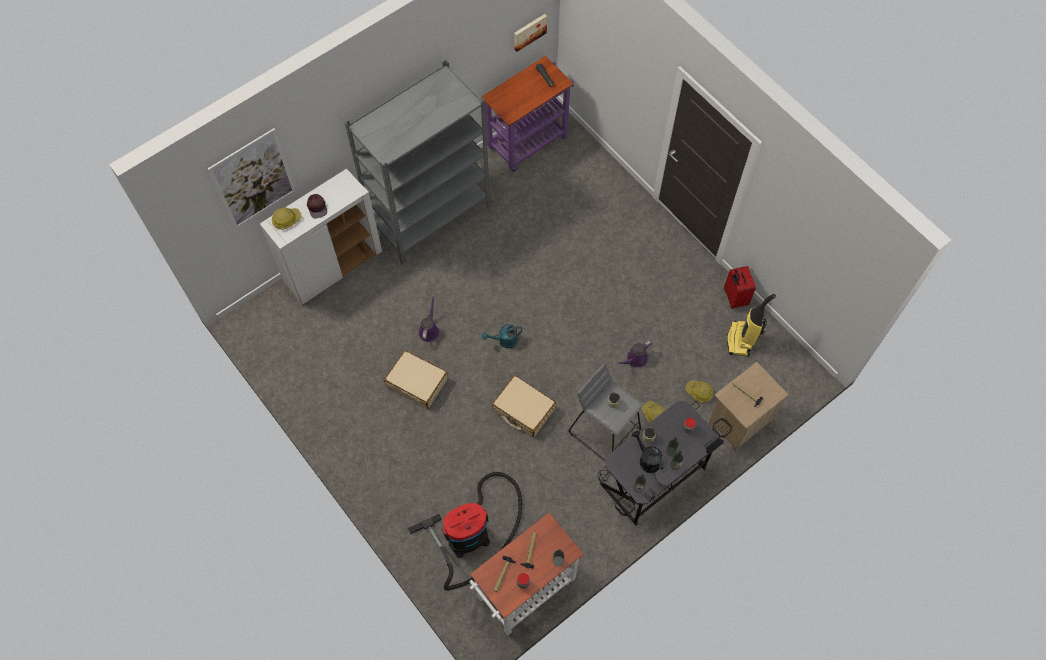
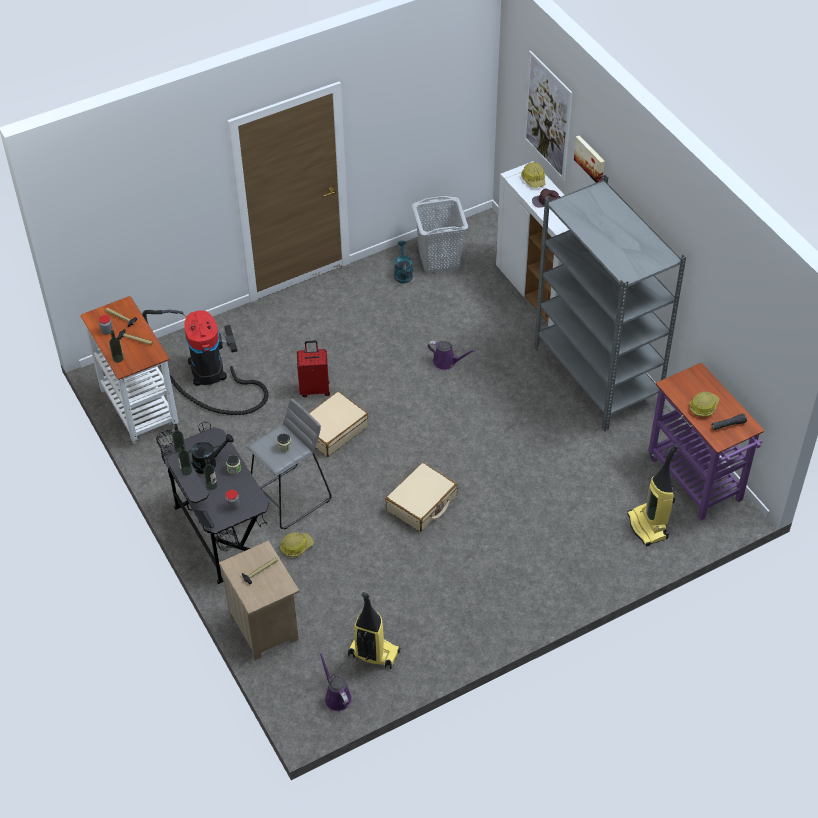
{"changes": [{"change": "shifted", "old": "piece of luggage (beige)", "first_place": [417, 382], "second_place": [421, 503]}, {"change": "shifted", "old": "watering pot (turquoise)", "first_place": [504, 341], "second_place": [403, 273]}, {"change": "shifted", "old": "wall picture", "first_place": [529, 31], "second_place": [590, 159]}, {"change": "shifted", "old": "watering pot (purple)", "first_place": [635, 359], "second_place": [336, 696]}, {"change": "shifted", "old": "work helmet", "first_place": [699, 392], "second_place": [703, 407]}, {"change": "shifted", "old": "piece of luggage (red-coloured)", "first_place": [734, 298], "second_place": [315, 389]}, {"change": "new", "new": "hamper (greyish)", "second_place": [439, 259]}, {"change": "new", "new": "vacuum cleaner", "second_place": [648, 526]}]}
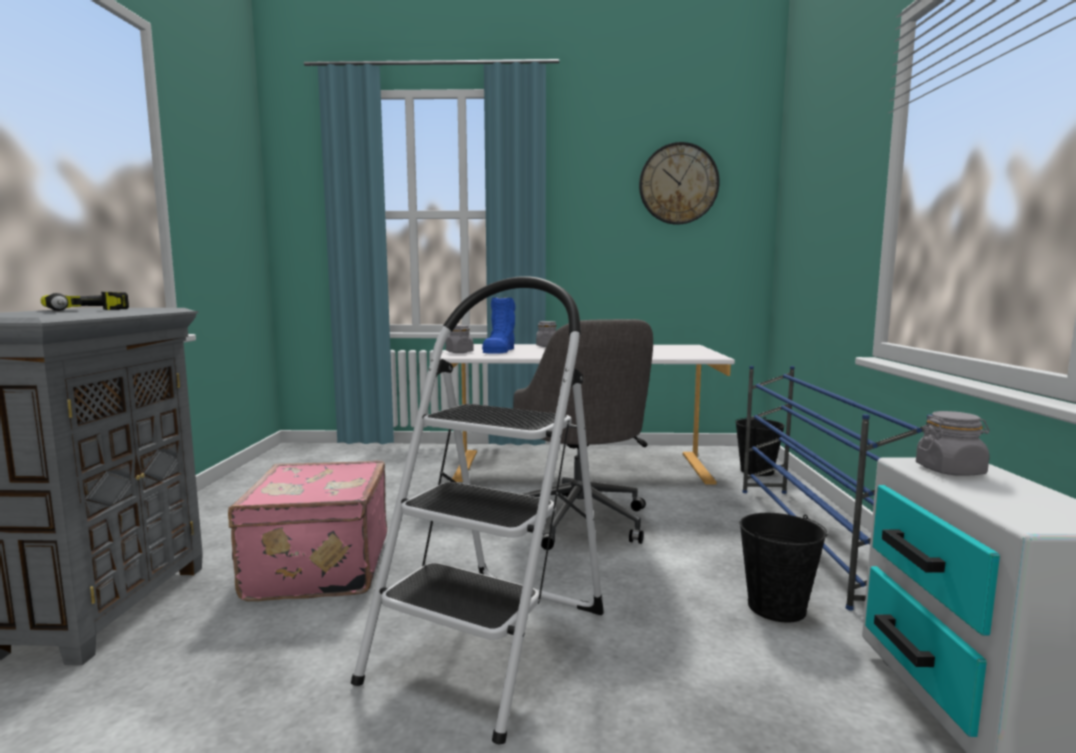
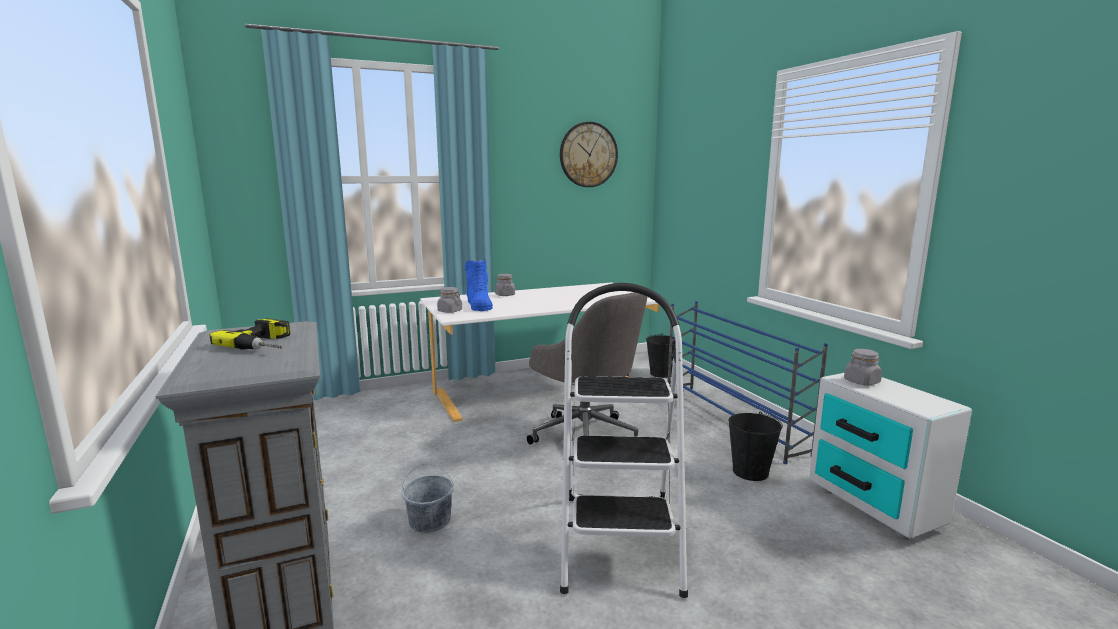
{"changes": [{"change": "swapped", "old": "piece of luggage (pinkish)", "new": "bucket (greyish)", "first_place": [316, 568], "second_place": [430, 521]}]}
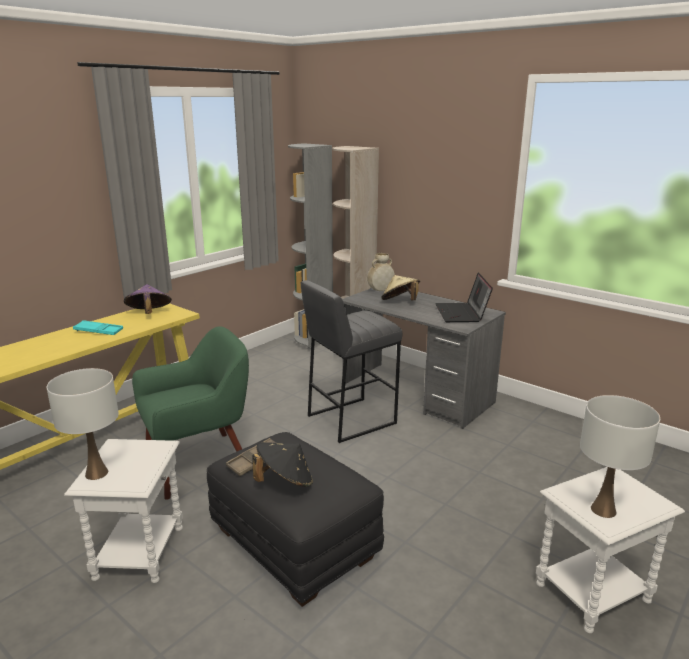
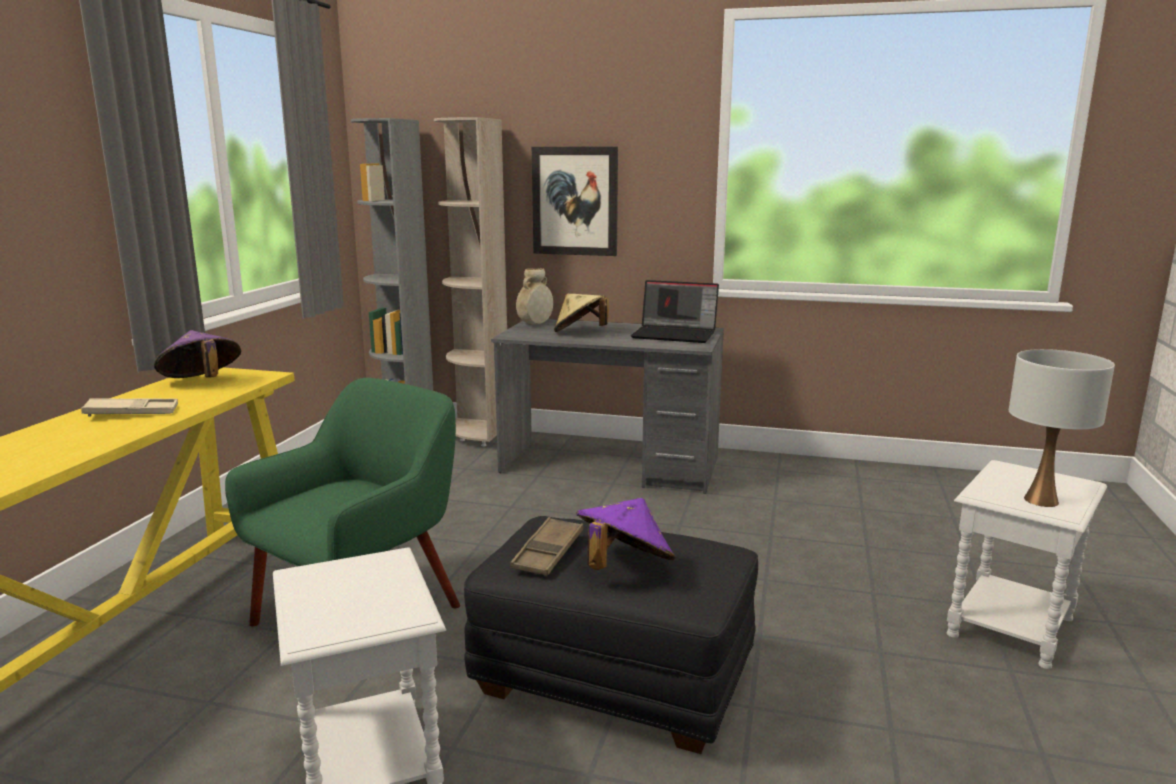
{"changes": [{"change": "gone", "old": "lamp for a table (white)", "first_place": [96, 473]}, {"change": "repainted", "old": "tray (turquoise)", "new": "tray (beige)", "first_place": [98, 331], "second_place": [132, 413]}, {"change": "repainted", "old": "clothing hat (blackish)", "new": "clothing hat (purple)", "first_place": [285, 482], "second_place": [624, 566]}, {"change": "gone", "old": "stool seat (greyish)", "first_place": [350, 420]}, {"change": "rotated", "old": "notebook computer", "first_place": [462, 313], "second_place": [675, 335], "degrees": -45}, {"change": "new", "new": "wall picture", "second_place": [575, 201]}]}
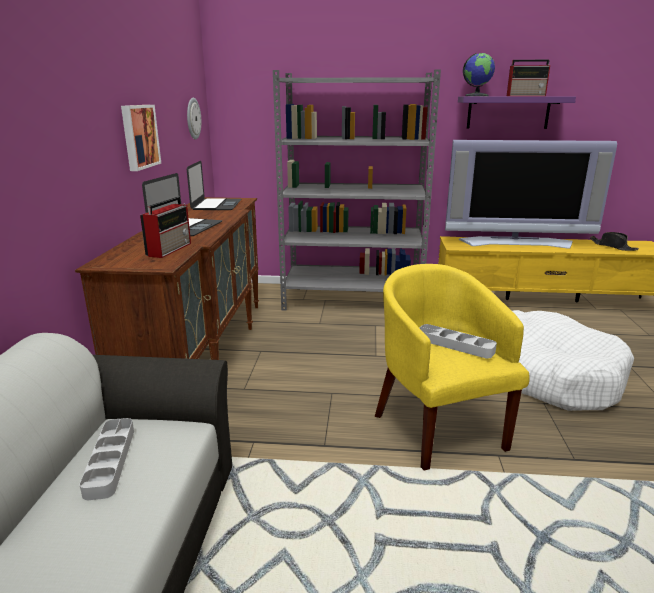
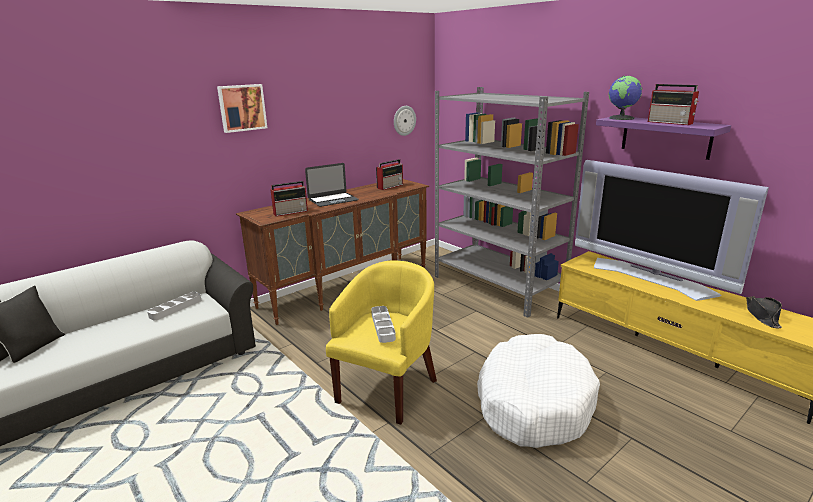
{"changes": [{"change": "shifted", "old": "wall picture", "first_place": [139, 136], "second_place": [242, 108]}, {"change": "swapped", "old": "notebook computer", "new": "radio receiver", "first_place": [216, 205], "second_place": [390, 186]}]}
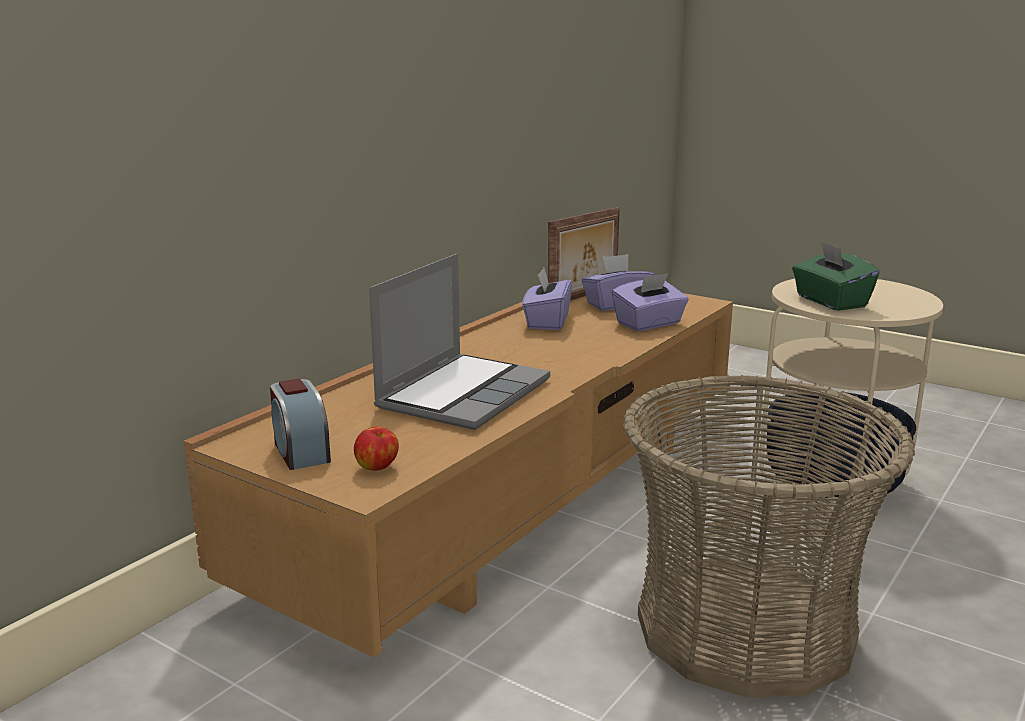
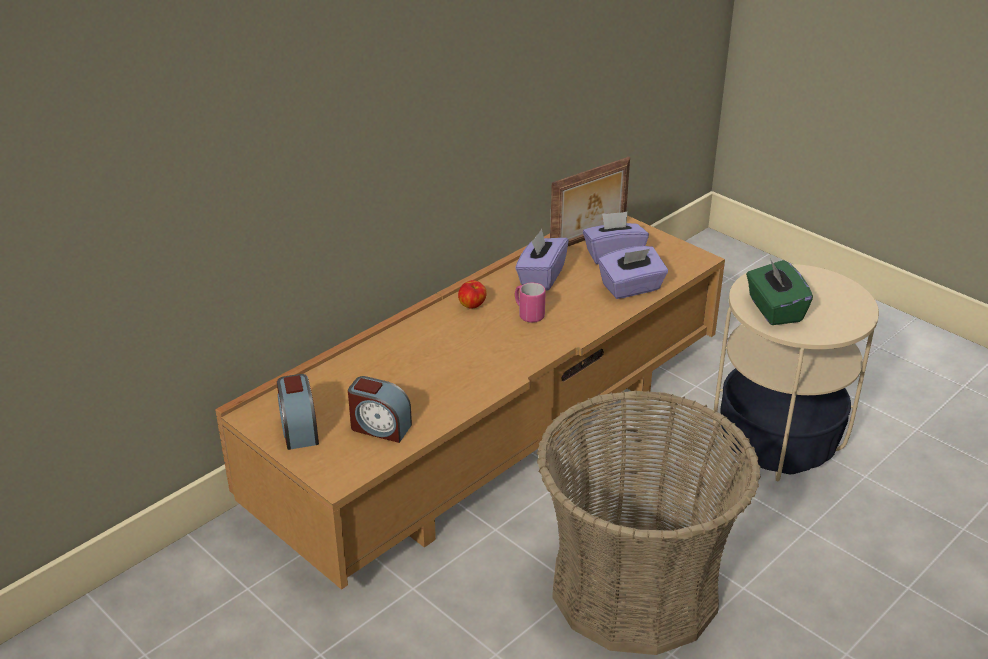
{"changes": [{"change": "shifted", "old": "apple fruit", "first_place": [377, 467], "second_place": [472, 305]}, {"change": "gone", "old": "notebook computer", "first_place": [463, 393]}, {"change": "new", "new": "table clock", "second_place": [380, 427]}, {"change": "new", "new": "mug (pinkish)", "second_place": [528, 314]}]}
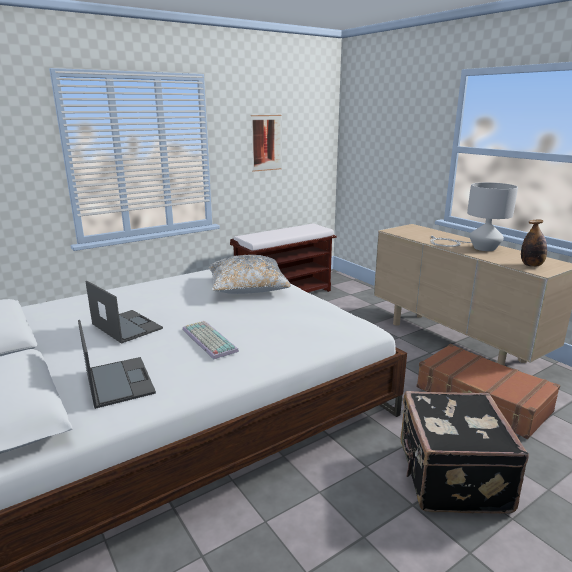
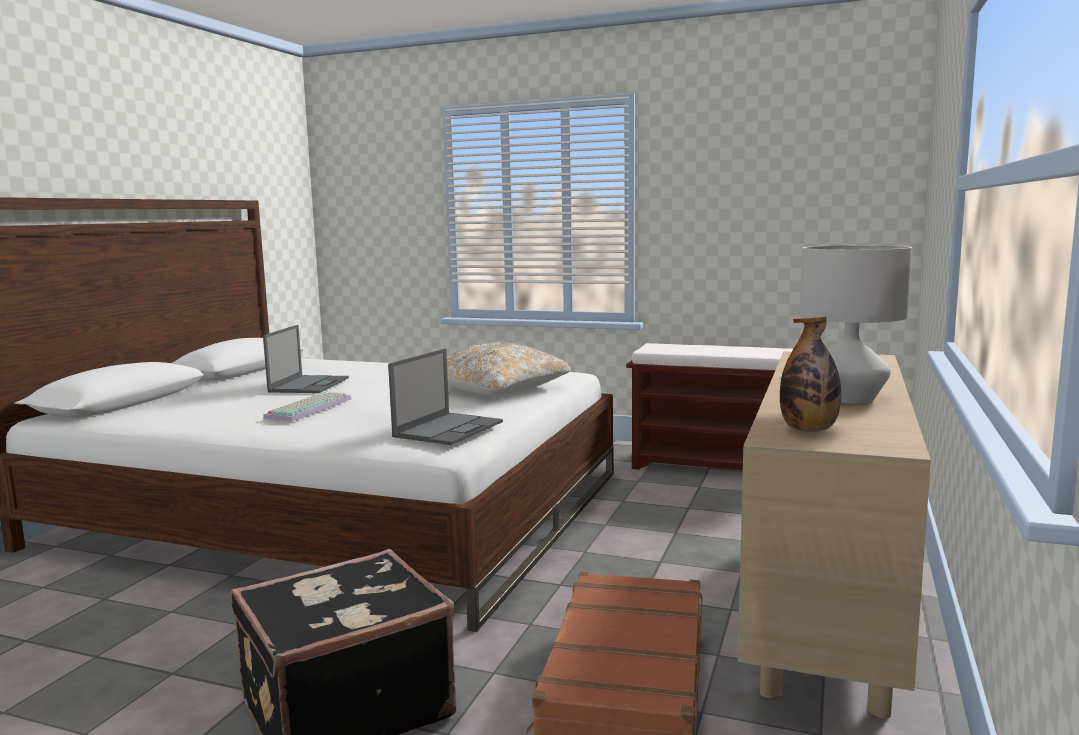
{"changes": [{"change": "shifted", "old": "notebook computer", "first_place": [118, 381], "second_place": [449, 429]}, {"change": "gone", "old": "wall picture", "first_place": [266, 143]}]}
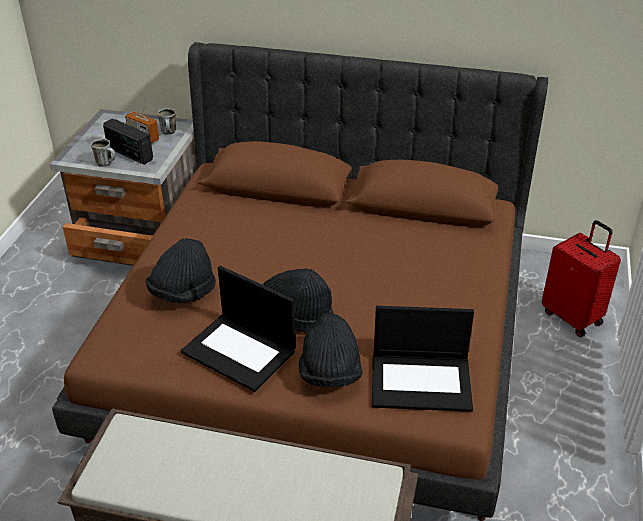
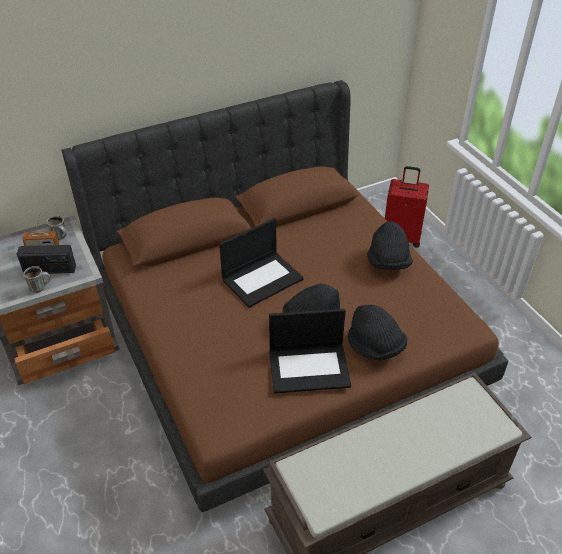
{"changes": [{"change": "shifted", "old": "clothing hat (blackish)", "first_place": [183, 292], "second_place": [388, 262]}, {"change": "shifted", "old": "notebook computer", "first_place": [422, 382], "second_place": [262, 278]}]}
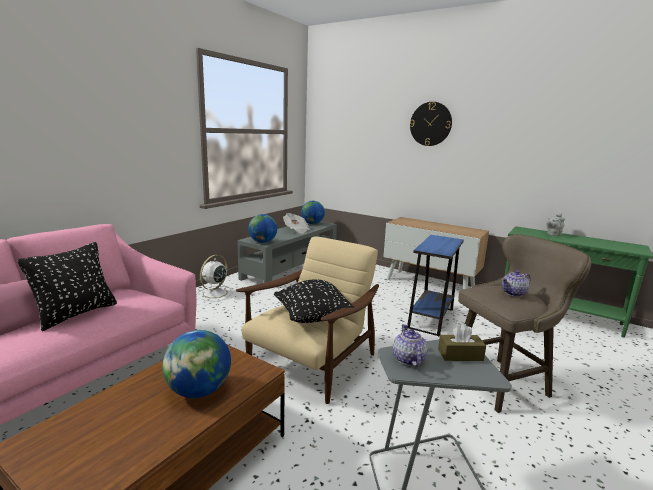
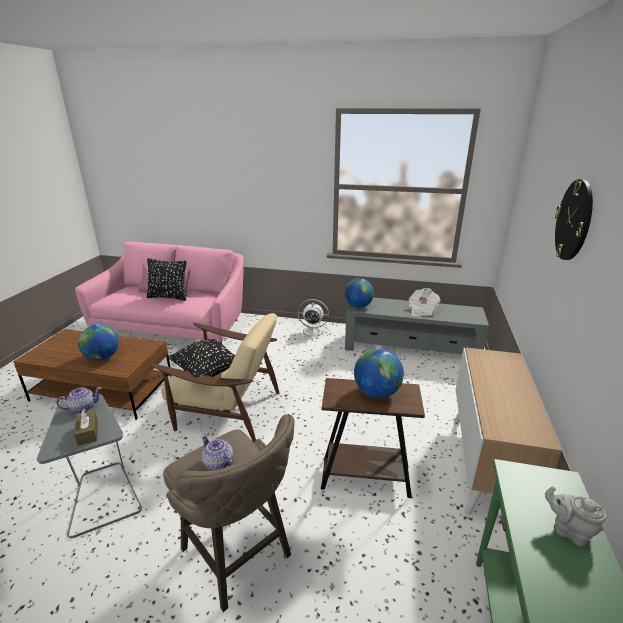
{"changes": [{"change": "shifted", "old": "desk globe", "first_place": [312, 224], "second_place": [376, 393]}, {"change": "repainted", "old": "end table (blue)", "new": "end table (brown)", "first_place": [431, 318], "second_place": [365, 477]}]}
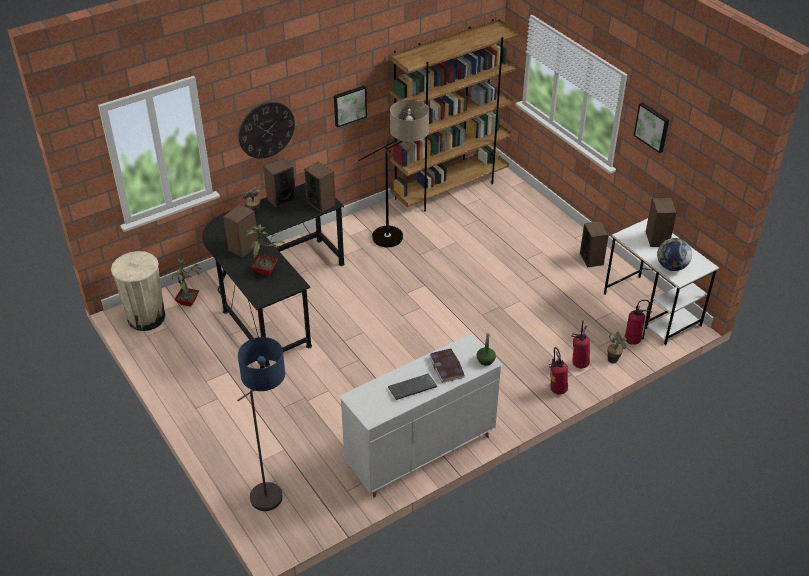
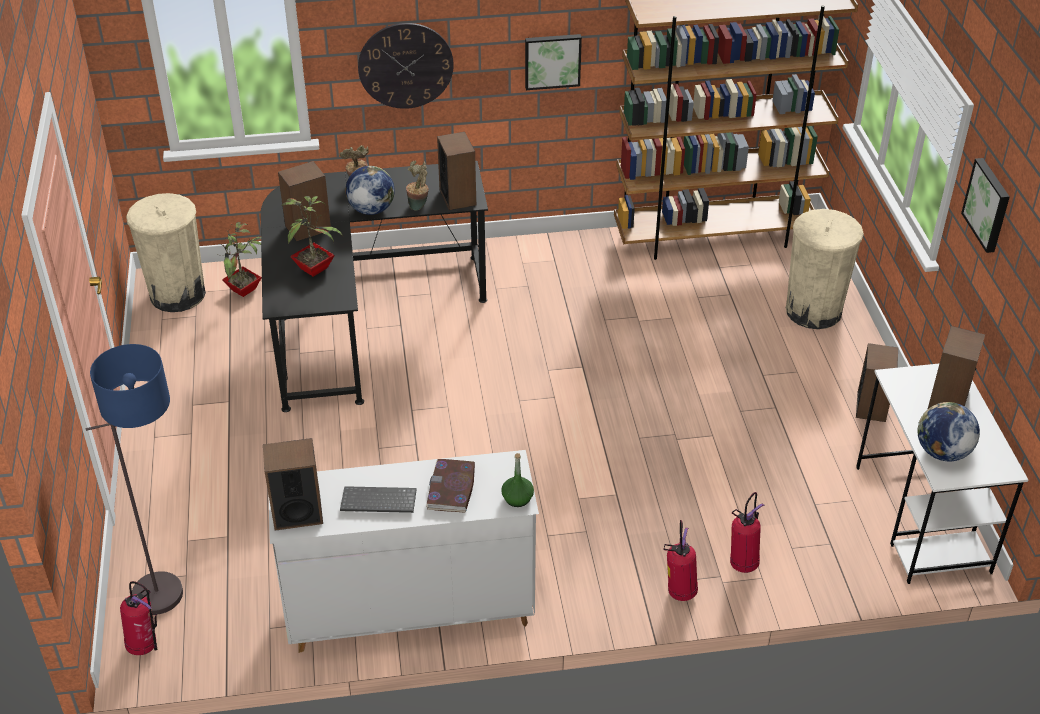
{"changes": [{"change": "shifted", "old": "loudspeaker", "first_place": [281, 199], "second_place": [297, 513]}, {"change": "gone", "old": "standing lamp", "first_place": [399, 240]}, {"change": "shifted", "old": "plant in a pot", "first_place": [613, 359], "second_place": [419, 206]}, {"change": "shifted", "old": "fire-fighting cylinder", "first_place": [633, 340], "second_place": [145, 646]}, {"change": "new", "new": "desk globe", "second_place": [371, 210]}, {"change": "new", "new": "rubbish bin (beige)", "second_place": [813, 311]}]}
